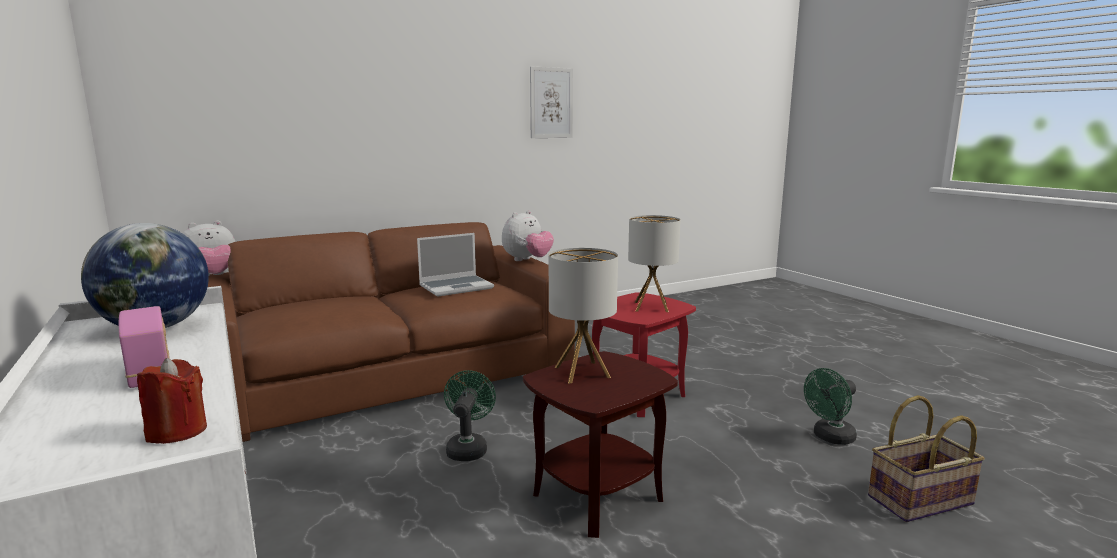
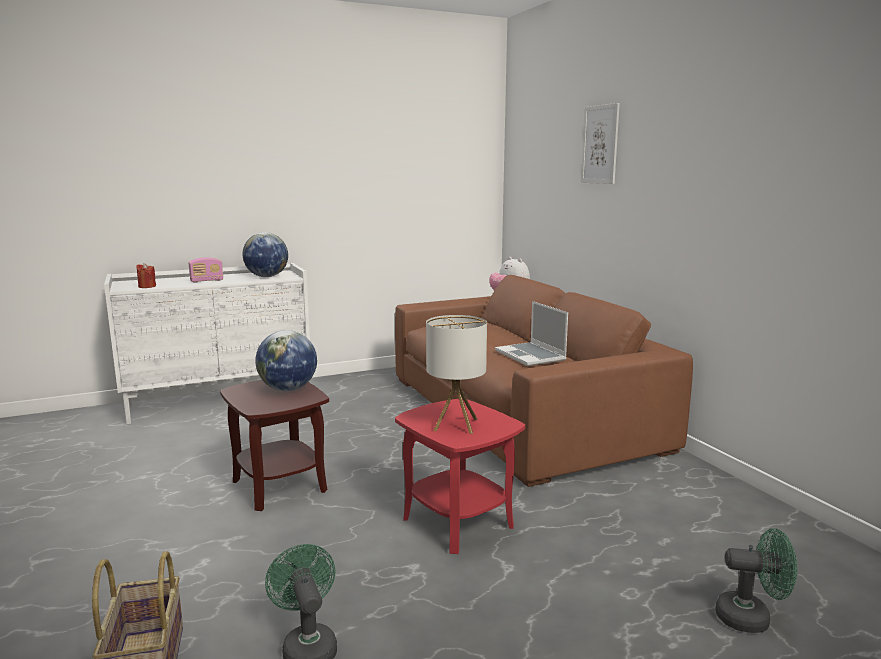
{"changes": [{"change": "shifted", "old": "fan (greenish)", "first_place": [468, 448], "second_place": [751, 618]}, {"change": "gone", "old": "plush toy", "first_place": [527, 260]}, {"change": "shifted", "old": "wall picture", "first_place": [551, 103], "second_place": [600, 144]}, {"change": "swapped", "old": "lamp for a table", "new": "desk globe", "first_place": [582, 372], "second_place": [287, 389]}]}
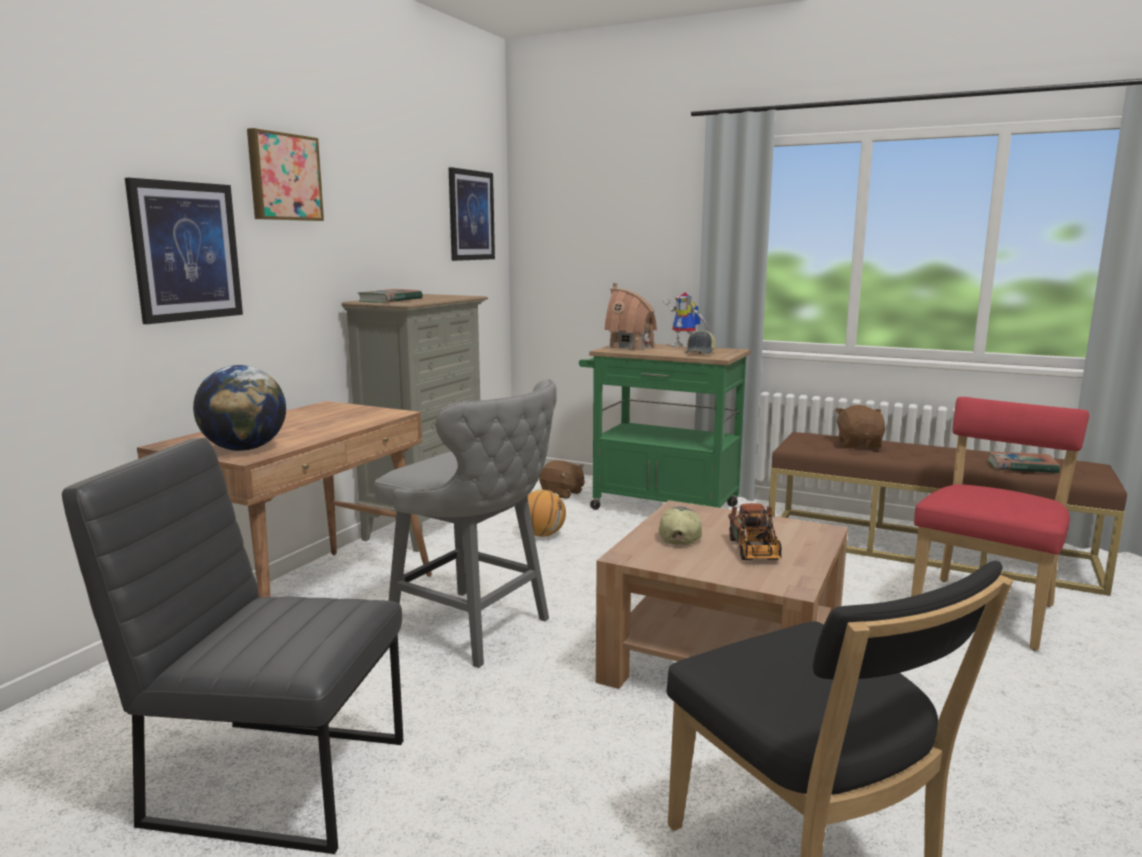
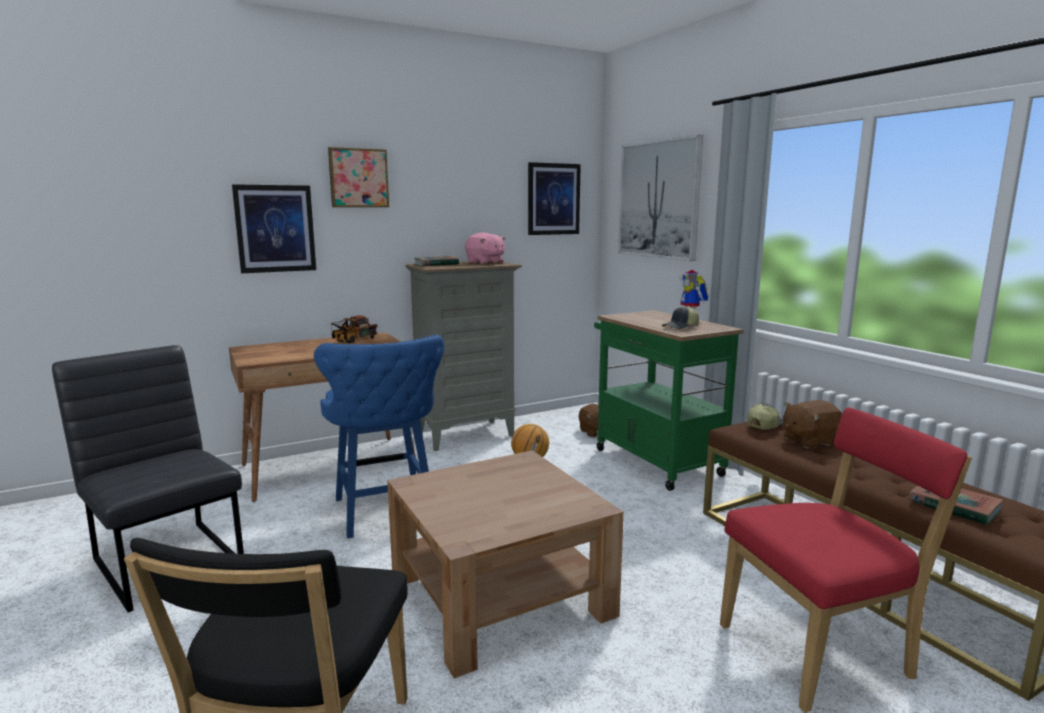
{"changes": [{"change": "gone", "old": "desk globe", "first_place": [245, 449]}, {"change": "repainted", "old": "stool seat (greyish)", "new": "stool seat (blue)", "first_place": [475, 628], "second_place": [385, 512]}, {"change": "gone", "old": "toy house", "first_place": [630, 347]}, {"change": "shifted", "old": "peaked cap", "first_place": [679, 537], "second_place": [764, 425]}, {"change": "shifted", "old": "toy truck", "first_place": [754, 552], "second_place": [352, 340]}, {"change": "rotated", "old": "plush toy (brown)", "first_place": [859, 444], "second_place": [809, 441], "degrees": -150}, {"change": "new", "new": "plush toy (pinkish)", "second_place": [485, 262]}, {"change": "new", "new": "wall picture", "second_place": [658, 199]}]}
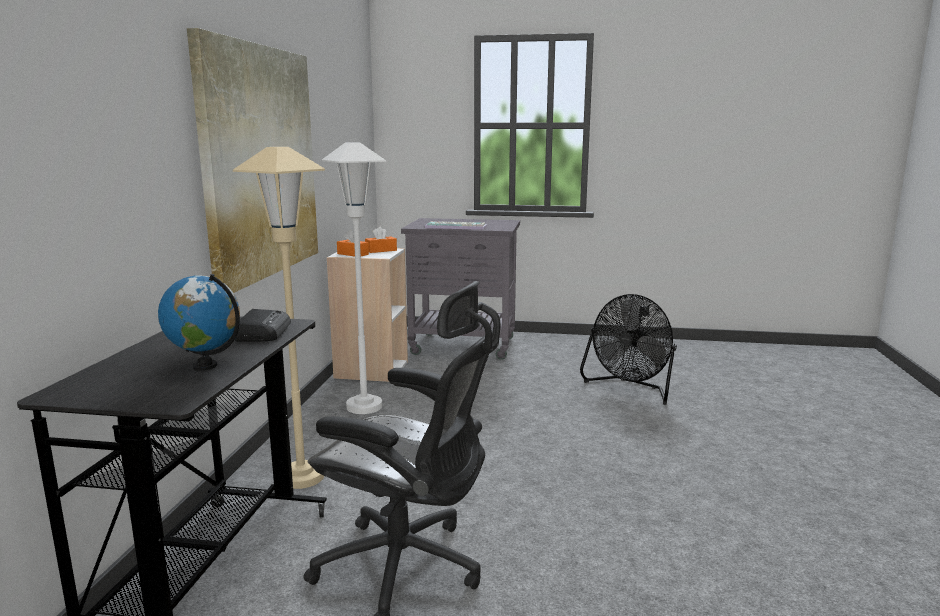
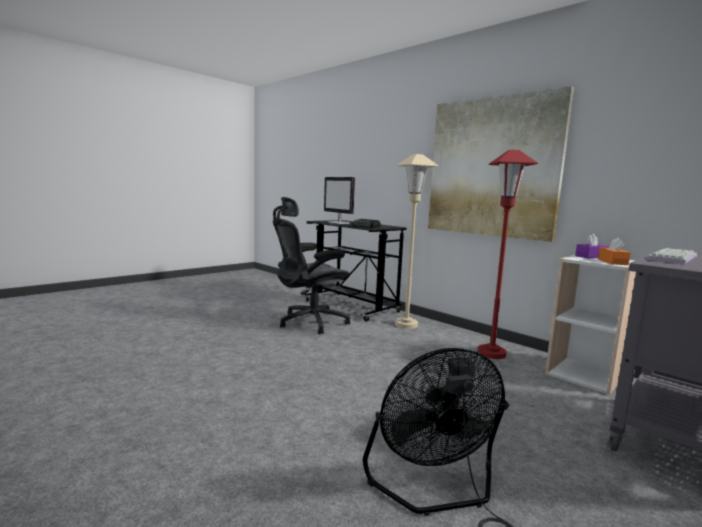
{"changes": [{"change": "swapped", "old": "desk globe", "new": "monitor", "first_place": [205, 366], "second_place": [339, 223]}, {"change": "repainted", "old": "standing lamp (white)", "new": "standing lamp (red-coloured)", "first_place": [364, 406], "second_place": [491, 353]}, {"change": "repainted", "old": "box of tissues (orange)", "new": "box of tissues (purple)", "first_place": [353, 254], "second_place": [591, 257]}]}
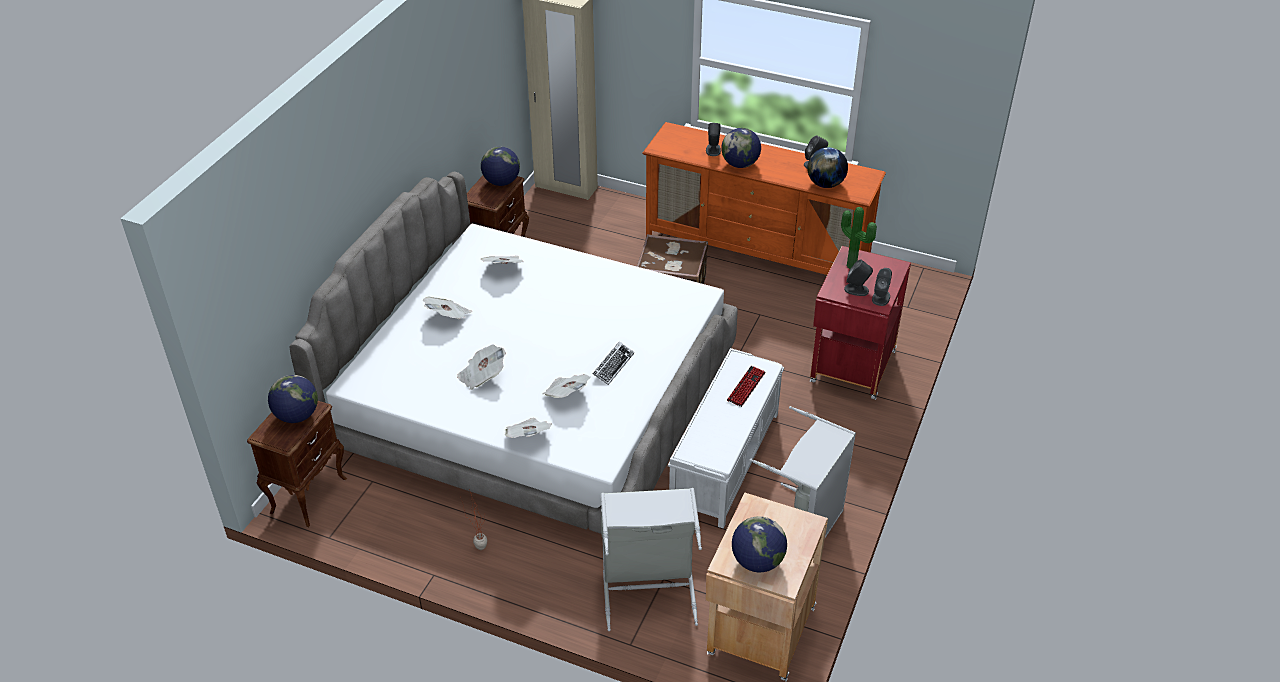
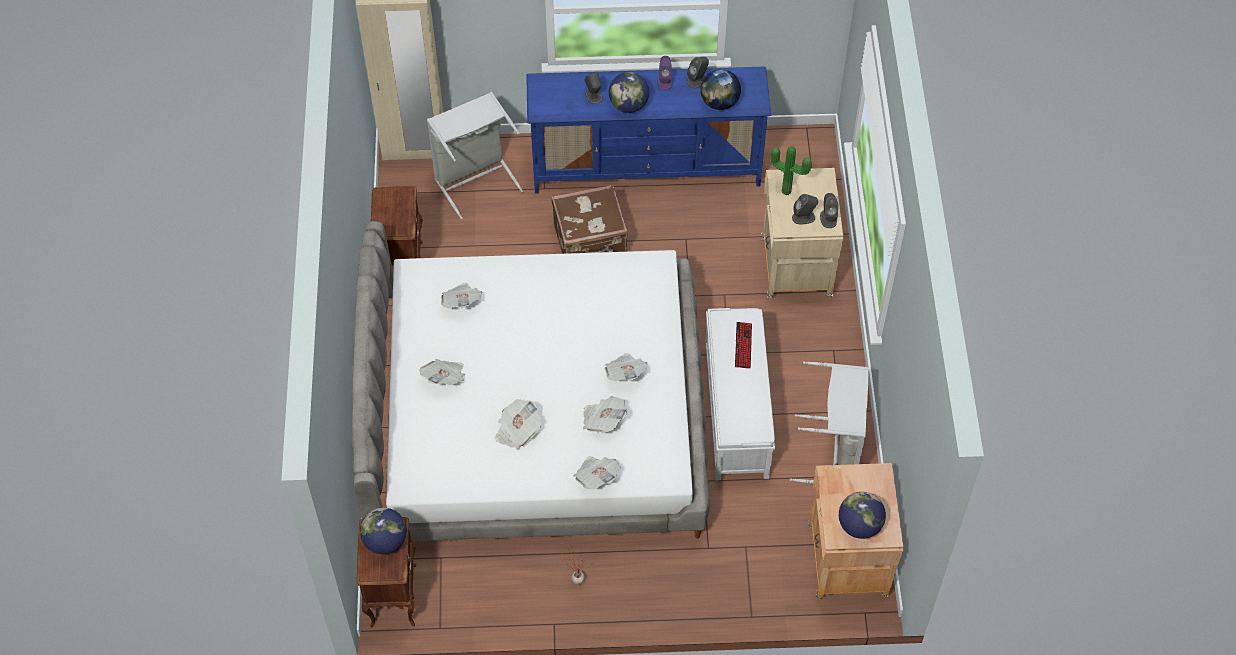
{"changes": [{"change": "gone", "old": "desk globe", "first_place": [501, 182]}, {"change": "swapped", "old": "computer keyboard", "new": "daily paper", "first_place": [613, 365], "second_place": [625, 373]}, {"change": "shifted", "old": "hamper (greyish)", "first_place": [649, 589], "second_place": [475, 179]}, {"change": "repainted", "old": "drawer chest (orange)", "new": "drawer chest (blue)", "first_place": [756, 254], "second_place": [646, 168]}, {"change": "repainted", "old": "wheeled cart (red-coloured)", "new": "wheeled cart (beige)", "first_place": [852, 368], "second_place": [796, 269]}, {"change": "new", "new": "loudspeaker (purple)", "second_place": [664, 81]}]}
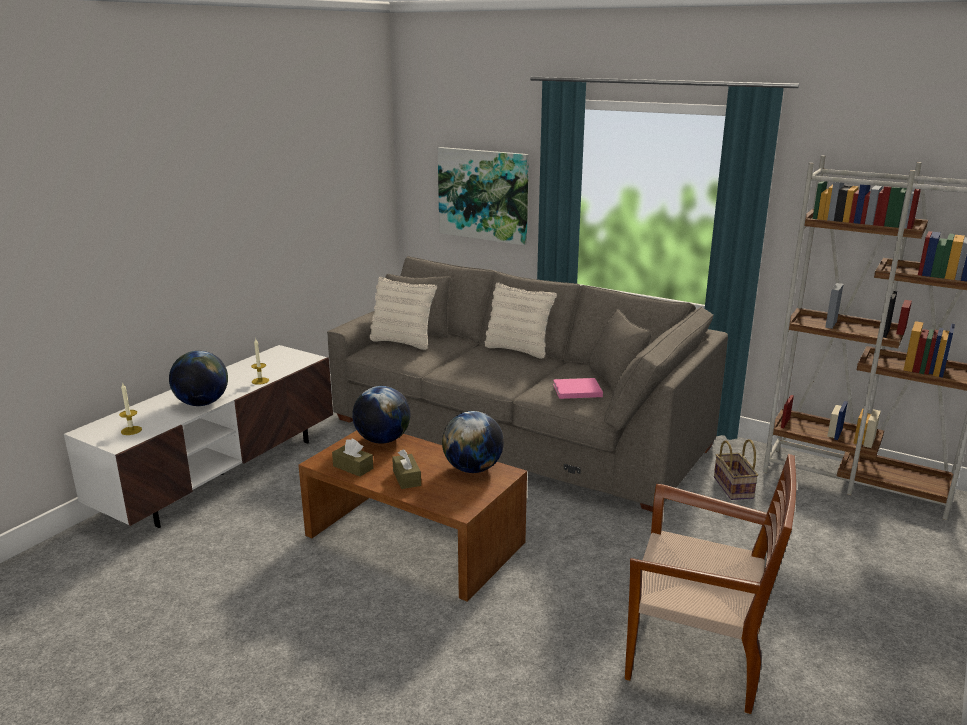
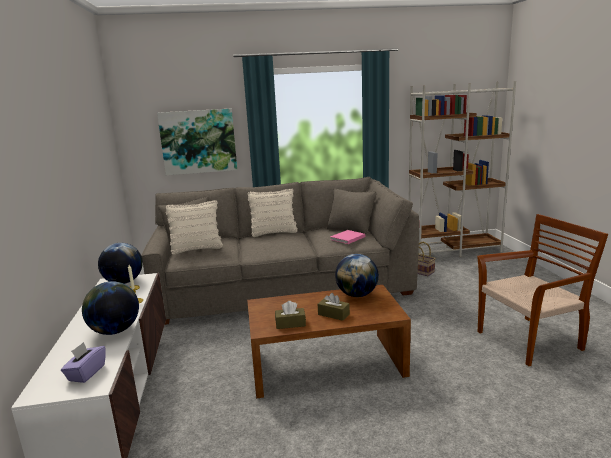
{"changes": [{"change": "swapped", "old": "wax candle", "new": "box of tissues (purple)", "first_place": [131, 430], "second_place": [86, 373]}, {"change": "shifted", "old": "desk globe", "first_place": [382, 440], "second_place": [124, 282]}]}
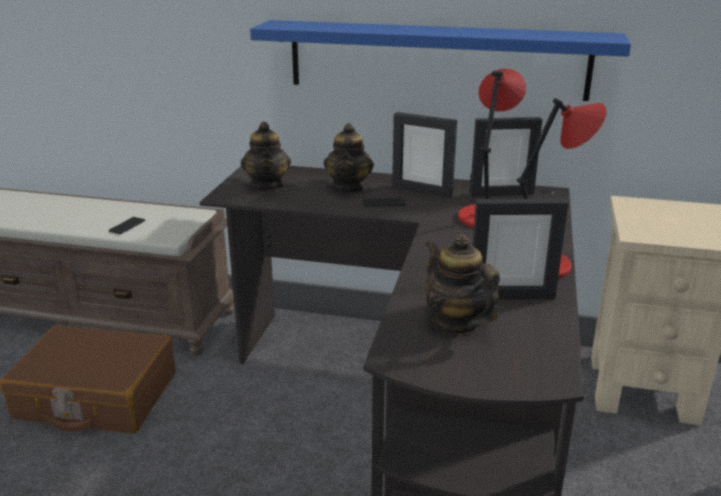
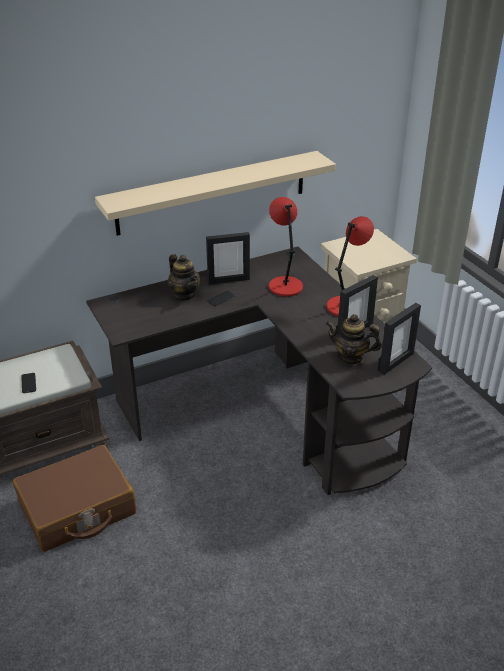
{"changes": [{"change": "gone", "old": "teapot", "first_place": [267, 185]}, {"change": "repainted", "old": "shelf (blue)", "new": "shelf (beige)", "first_place": [436, 59], "second_place": [212, 192]}, {"change": "shifted", "old": "photo frame", "first_place": [501, 193], "second_place": [395, 362]}]}
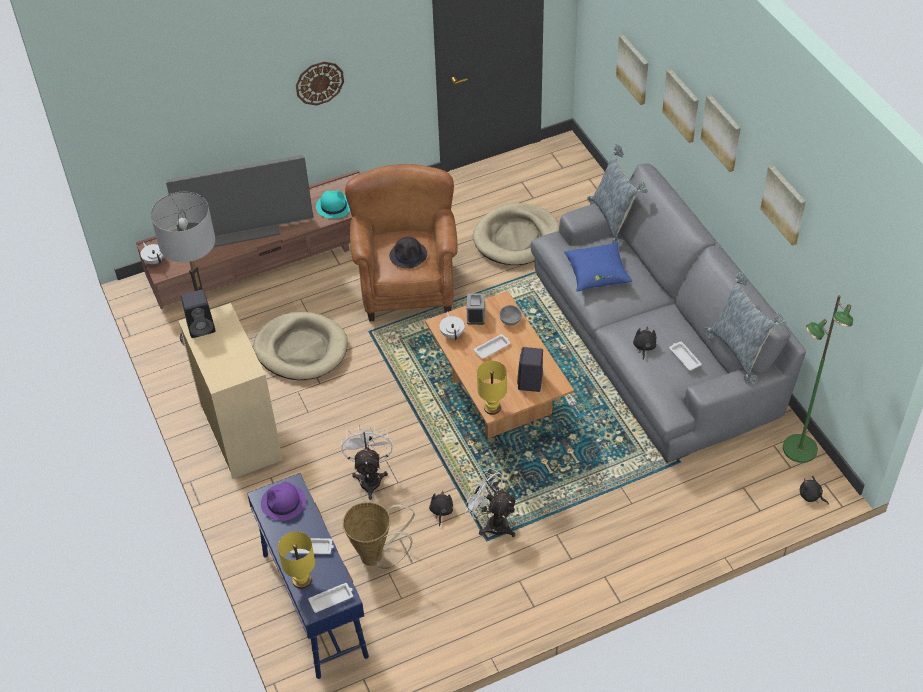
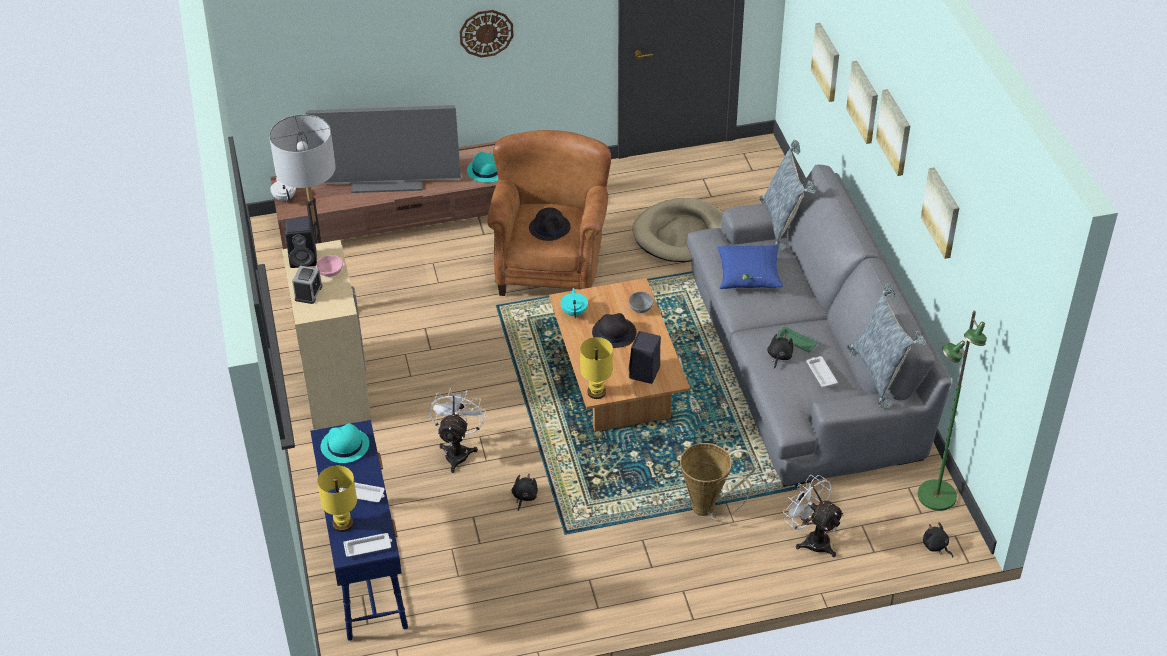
{"changes": [{"change": "gone", "old": "dog cushion (beige)", "first_place": [301, 349]}, {"change": "repainted", "old": "clothing hat (purple)", "new": "clothing hat (turquoise)", "first_place": [283, 503], "second_place": [344, 446]}, {"change": "shifted", "old": "household basket", "first_place": [377, 557], "second_place": [709, 509]}, {"change": "repainted", "old": "teapot (white)", "new": "teapot (turquoise)", "first_place": [452, 334], "second_place": [574, 312]}, {"change": "shifted", "old": "fan (white)", "first_place": [492, 523], "second_place": [812, 539]}, {"change": "shifted", "old": "table clock", "first_place": [476, 315], "second_place": [308, 293]}, {"change": "swapped", "old": "tray (white)", "new": "clothing hat (blackish)", "first_place": [492, 348], "second_place": [613, 333]}, {"change": "new", "new": "serving bowl (pinkish)", "second_place": [330, 272]}, {"change": "new", "new": "tray (greenish)", "second_place": [795, 341]}]}
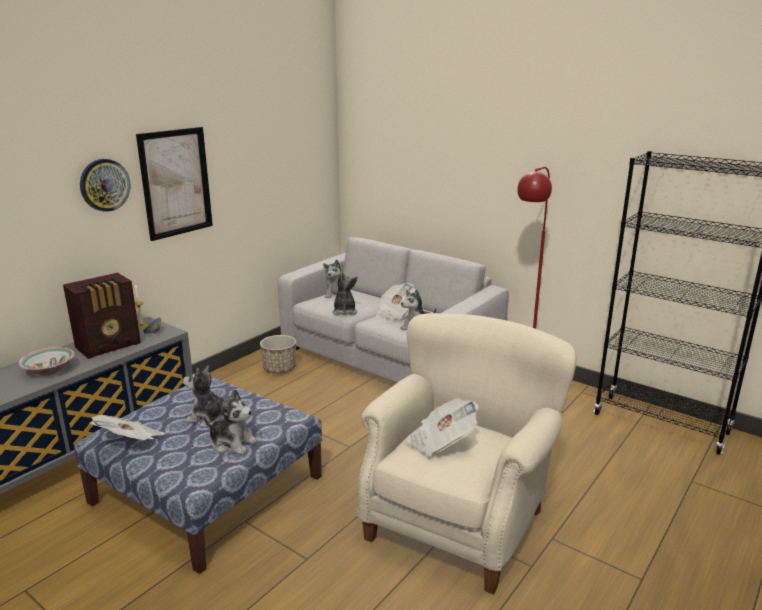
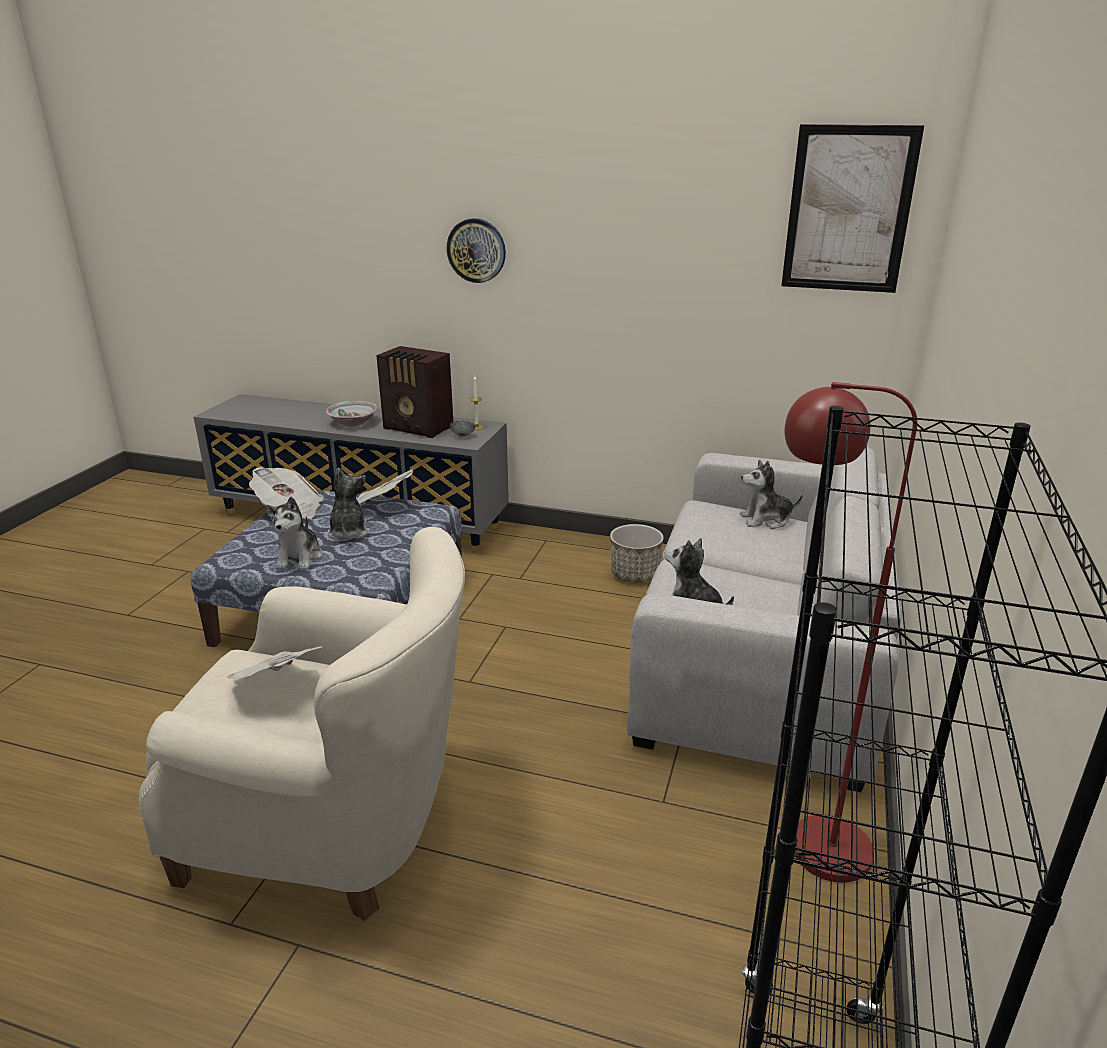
{"changes": [{"change": "shifted", "old": "wall picture", "first_place": [176, 183], "second_place": [848, 210]}, {"change": "gone", "old": "plush toy", "first_place": [344, 312]}, {"change": "shifted", "old": "daily paper", "first_place": [396, 313], "second_place": [383, 504]}]}
